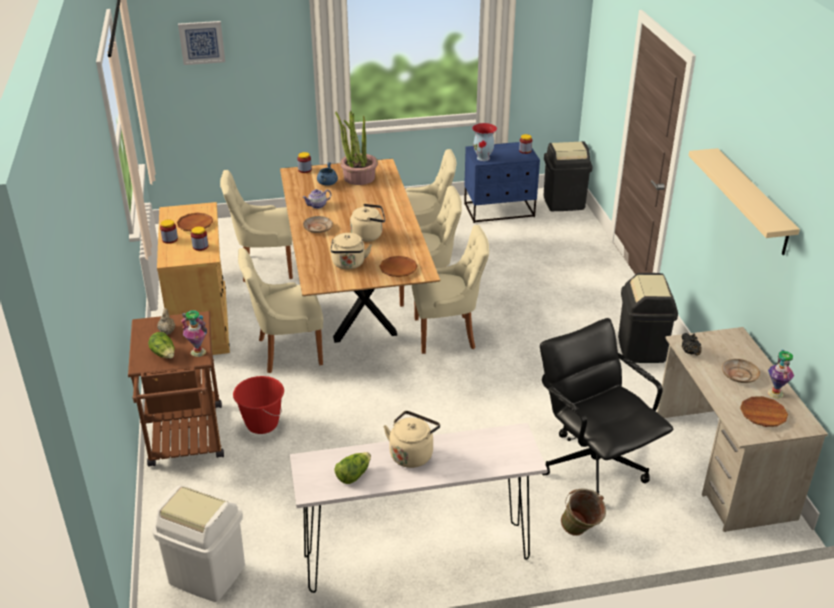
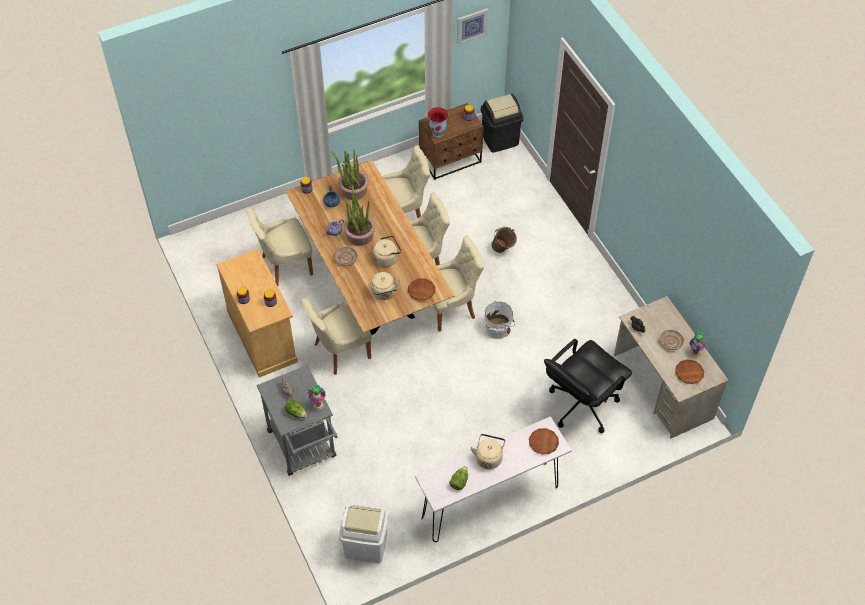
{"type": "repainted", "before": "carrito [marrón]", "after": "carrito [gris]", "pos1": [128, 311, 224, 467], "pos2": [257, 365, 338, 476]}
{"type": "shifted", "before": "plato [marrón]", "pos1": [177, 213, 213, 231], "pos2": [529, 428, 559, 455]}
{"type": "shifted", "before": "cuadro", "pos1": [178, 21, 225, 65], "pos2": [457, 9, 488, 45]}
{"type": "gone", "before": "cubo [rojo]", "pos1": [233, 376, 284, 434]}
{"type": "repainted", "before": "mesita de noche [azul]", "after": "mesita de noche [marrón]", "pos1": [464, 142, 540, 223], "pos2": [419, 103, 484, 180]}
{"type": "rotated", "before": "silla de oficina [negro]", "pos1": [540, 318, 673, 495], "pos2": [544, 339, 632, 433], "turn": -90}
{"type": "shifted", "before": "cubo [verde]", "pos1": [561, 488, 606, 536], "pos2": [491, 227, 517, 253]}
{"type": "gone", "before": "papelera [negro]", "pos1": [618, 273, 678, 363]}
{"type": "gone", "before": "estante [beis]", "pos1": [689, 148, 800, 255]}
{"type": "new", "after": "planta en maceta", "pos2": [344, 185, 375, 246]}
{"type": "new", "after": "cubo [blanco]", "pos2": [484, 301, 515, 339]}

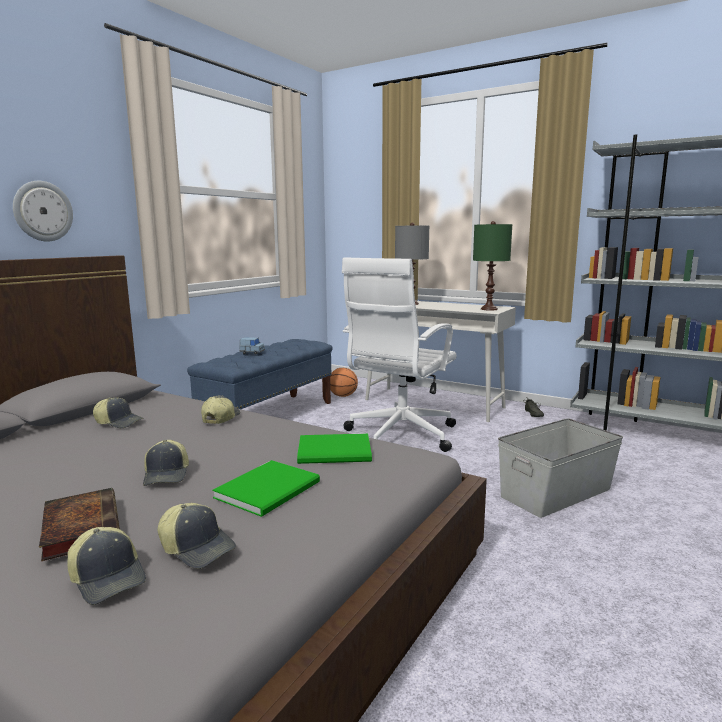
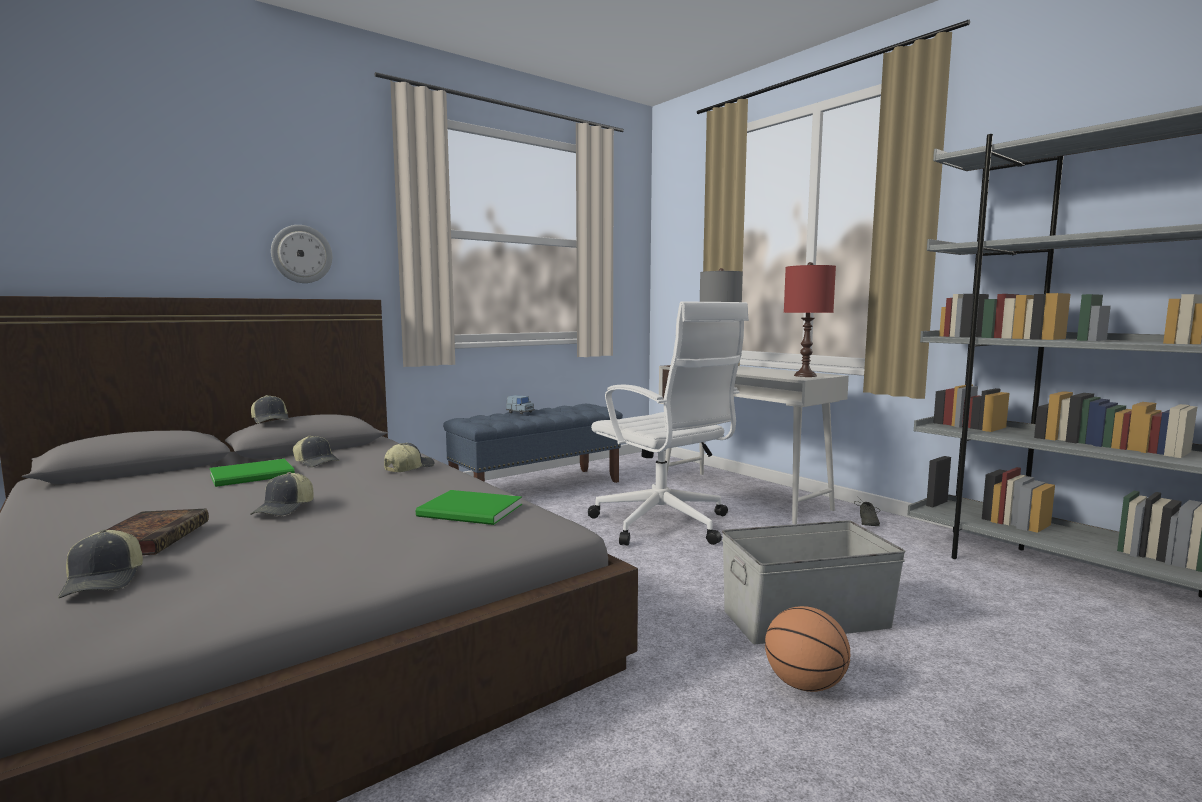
{"type": "shifted", "before": "gorra", "pos1": [157, 503, 236, 569], "pos2": [251, 395, 289, 423]}
{"type": "shifted", "before": "libro [verde]", "pos1": [212, 460, 320, 517], "pos2": [209, 459, 295, 487]}
{"type": "shifted", "before": "balón de baloncesto", "pos1": [330, 368, 358, 397], "pos2": [765, 606, 851, 692]}
{"type": "rotated", "before": "silla de oficina [blanco]", "pos1": [342, 258, 457, 452], "pos2": [588, 301, 749, 546], "turn": -90}
{"type": "repainted", "before": "lámpara de mesa [verde]", "after": "lámpara de mesa [rojo]", "pos1": [473, 221, 512, 311], "pos2": [784, 262, 836, 377]}

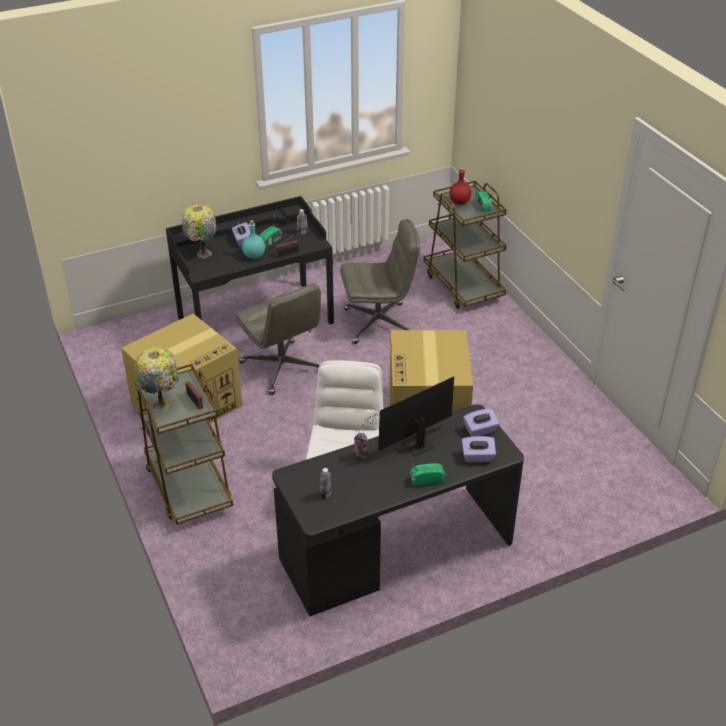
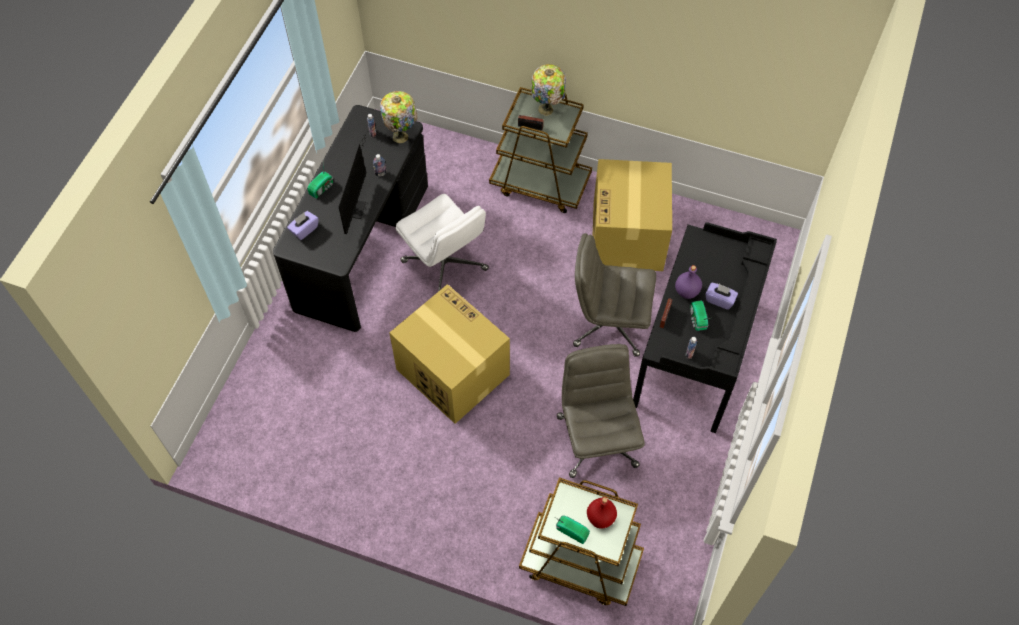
{"type": "shifted", "before": "lámpara de mesa", "pos1": [182, 204, 216, 258], "pos2": [380, 91, 417, 143]}
{"type": "repainted", "before": "botella [turquesa]", "after": "botella [morado]", "pos1": [242, 220, 265, 259], "pos2": [675, 265, 702, 299]}
{"type": "rotated", "before": "silla de oficina [gris]", "pos1": [340, 219, 420, 344], "pos2": [557, 344, 645, 478], "turn": 135}
{"type": "gone", "before": "caja de pañuelos [morado]", "pos1": [463, 409, 499, 436]}

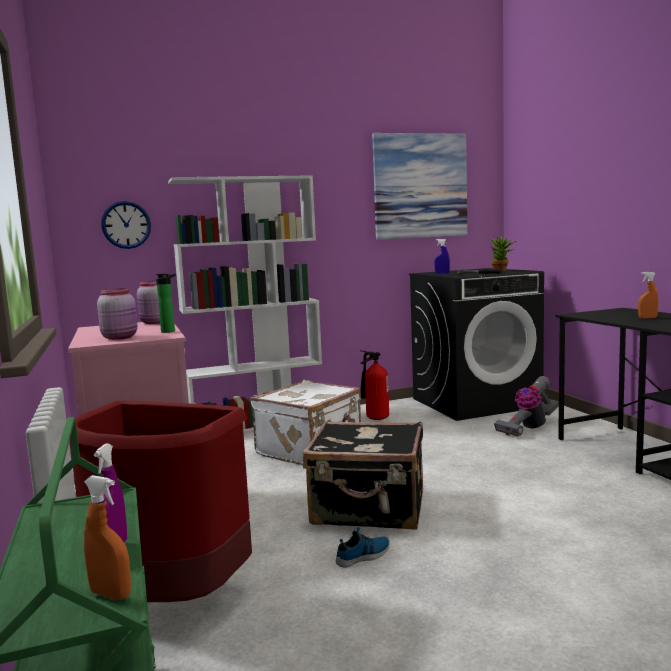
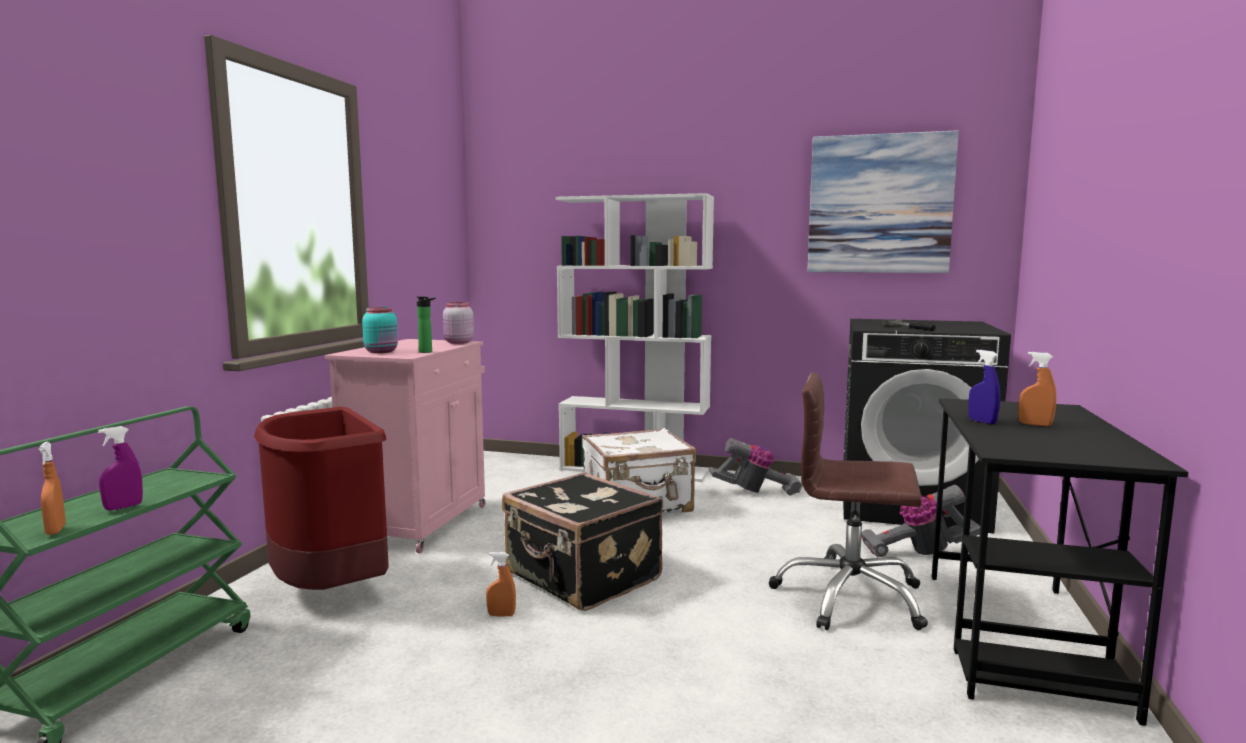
{"type": "repainted", "before": "tarro [rosa]", "after": "tarro [turquesa]", "pos1": [97, 288, 138, 340], "pos2": [362, 307, 398, 353]}
{"type": "gone", "before": "reloj de pared", "pos1": [101, 201, 151, 249]}
{"type": "swapped", "before": "zapato", "after": "pulverizador [naranja]", "pos1": [336, 527, 390, 567], "pos2": [486, 552, 516, 616]}
{"type": "swapped", "before": "extintor", "after": "aspiradora", "pos1": [360, 350, 389, 420], "pos2": [709, 438, 803, 495]}
{"type": "shifted", "before": "pulverizador [azul]", "pos1": [434, 239, 450, 274], "pos2": [968, 350, 1000, 424]}
{"type": "gone", "before": "planta en maceta", "pos1": [490, 236, 516, 272]}
{"type": "new", "after": "silla de oficina [marrón]", "pos2": [769, 372, 928, 630]}

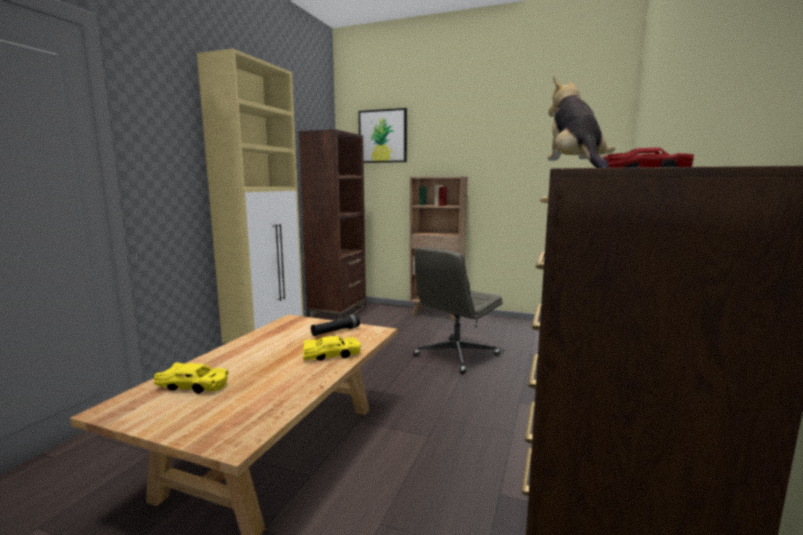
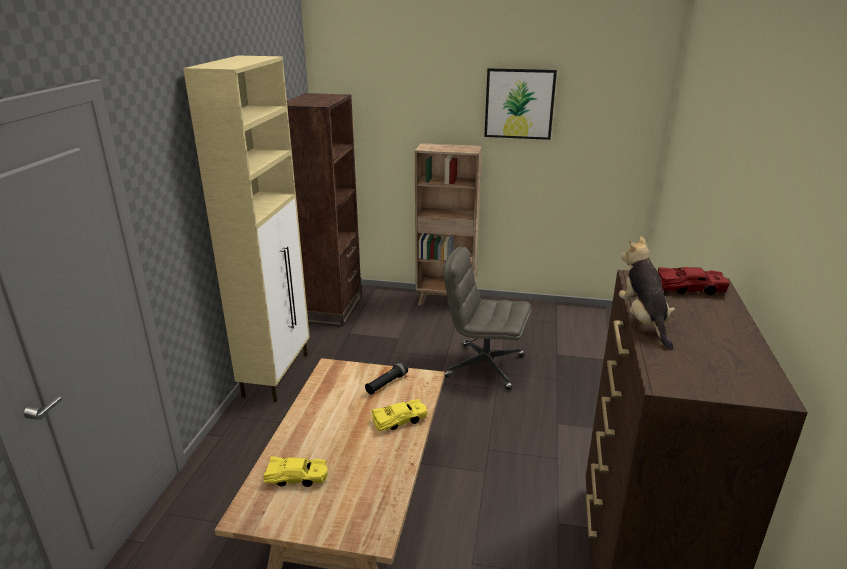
{"type": "shifted", "before": "cuadro", "pos1": [358, 108, 407, 163], "pos2": [484, 68, 557, 140]}
{"type": "rotated", "before": "silla de oficina [gris]", "pos1": [413, 247, 503, 374], "pos2": [443, 247, 531, 390], "turn": 75}

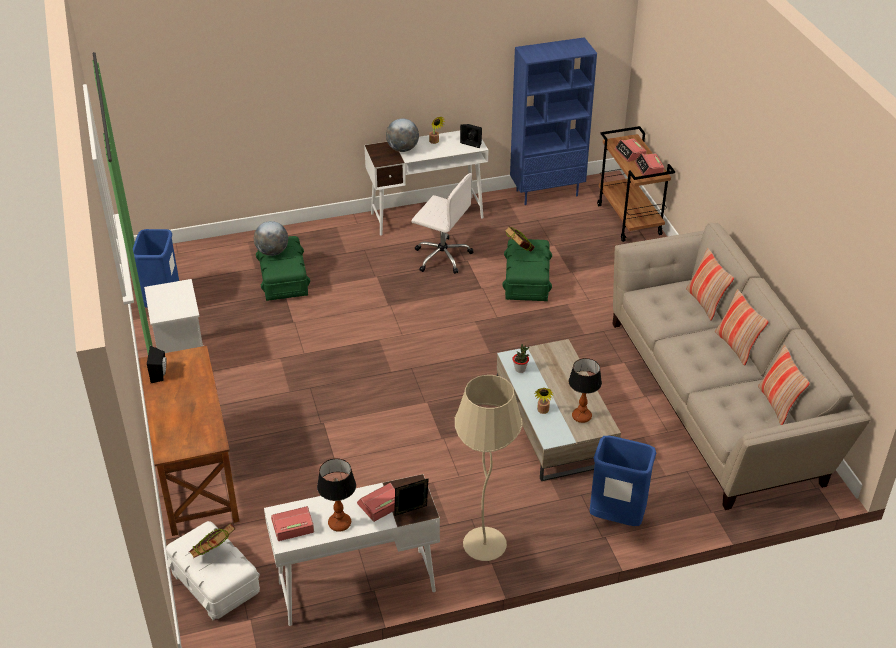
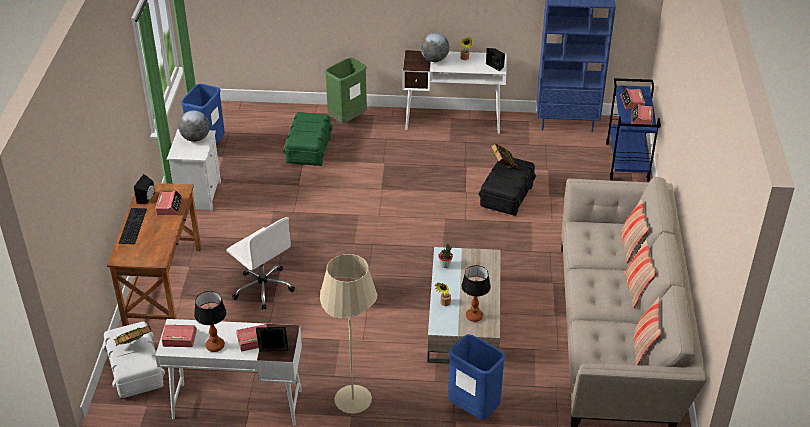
{"type": "shifted", "before": "globo terráqueo", "pos1": [254, 221, 288, 256], "pos2": [178, 111, 210, 142]}
{"type": "shifted", "before": "silla de oficina [blanco]", "pos1": [411, 173, 473, 274], "pos2": [226, 217, 295, 310]}
{"type": "repainted", "before": "caja de almacenaje [verde]", "after": "caja de almacenaje [negro]", "pos1": [502, 239, 552, 301], "pos2": [479, 158, 536, 216]}
{"type": "repainted", "before": "carrito [marrón]", "after": "carrito [azul]", "pos1": [597, 126, 675, 242], "pos2": [606, 78, 661, 181]}
{"type": "new", "after": "teclado", "pos2": [119, 208, 147, 244]}
{"type": "new", "after": "despertador", "pos2": [155, 190, 183, 215]}
{"type": "new", "after": "papelera [verde]", "pos2": [324, 58, 367, 123]}

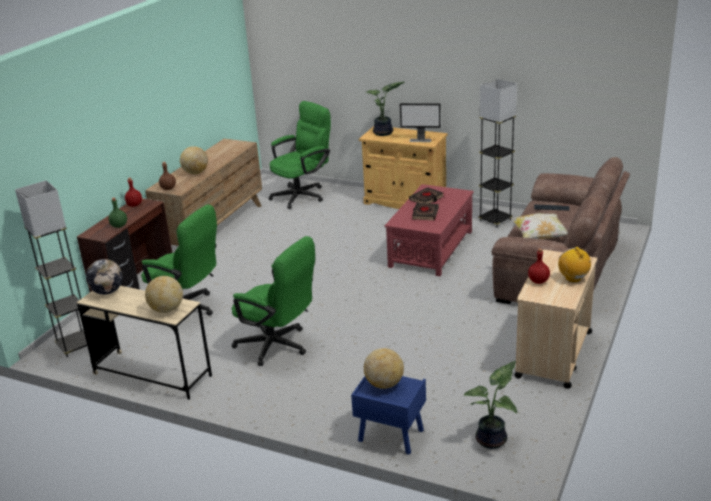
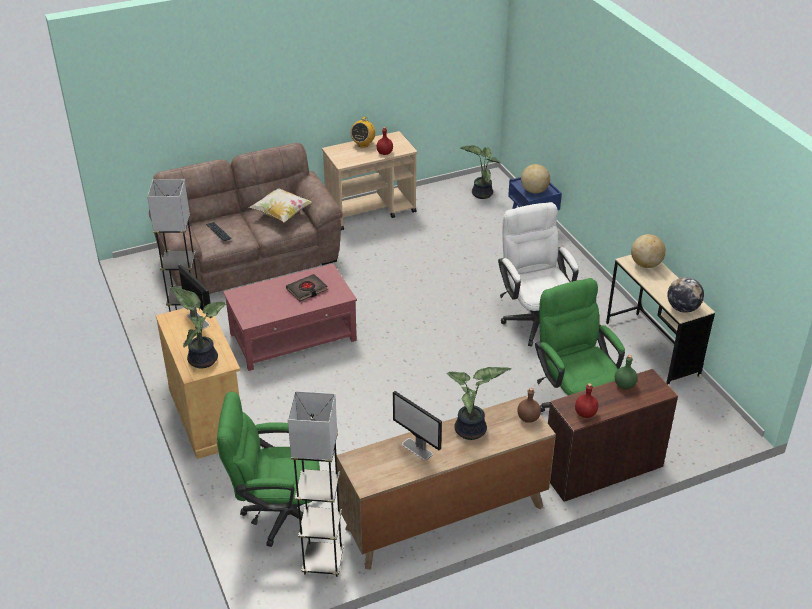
{"type": "shifted", "before": "lámpara de pie [gris]", "pos1": [15, 180, 87, 357], "pos2": [288, 391, 344, 577]}
{"type": "swapped", "before": "globo terráqueo", "after": "planta en maceta", "pos1": [180, 146, 208, 174], "pos2": [446, 367, 511, 440]}
{"type": "repainted", "before": "silla de oficina [verde]", "after": "silla de oficina [blanco]", "pos1": [231, 236, 315, 366], "pos2": [498, 202, 579, 347]}
{"type": "gone", "before": "libro [negro]", "pos1": [409, 187, 443, 204]}
{"type": "new", "after": "monitor", "pos2": [393, 391, 442, 460]}

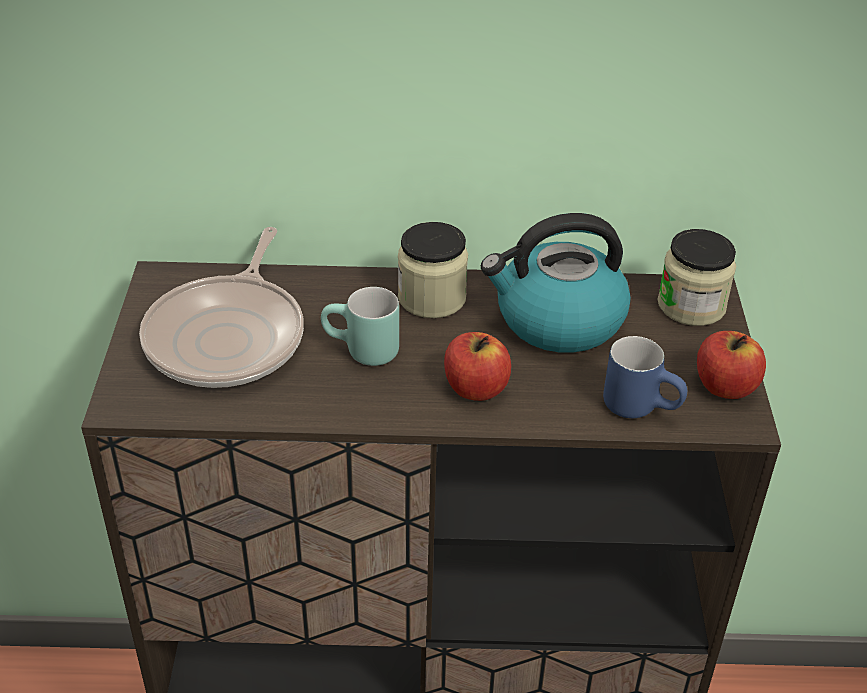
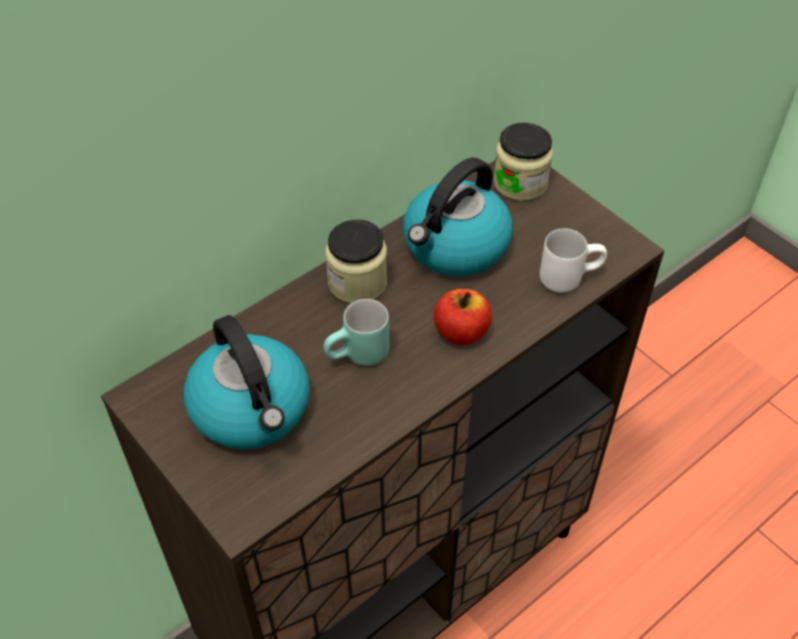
{"type": "swapped", "before": "sartén", "after": "hervidor", "pos1": [139, 227, 304, 388], "pos2": [184, 315, 310, 450]}
{"type": "repainted", "before": "taza grande [azul]", "after": "taza grande [blanco]", "pos1": [603, 336, 687, 418], "pos2": [540, 228, 607, 293]}
{"type": "gone", "before": "manzana", "pos1": [697, 331, 766, 399]}

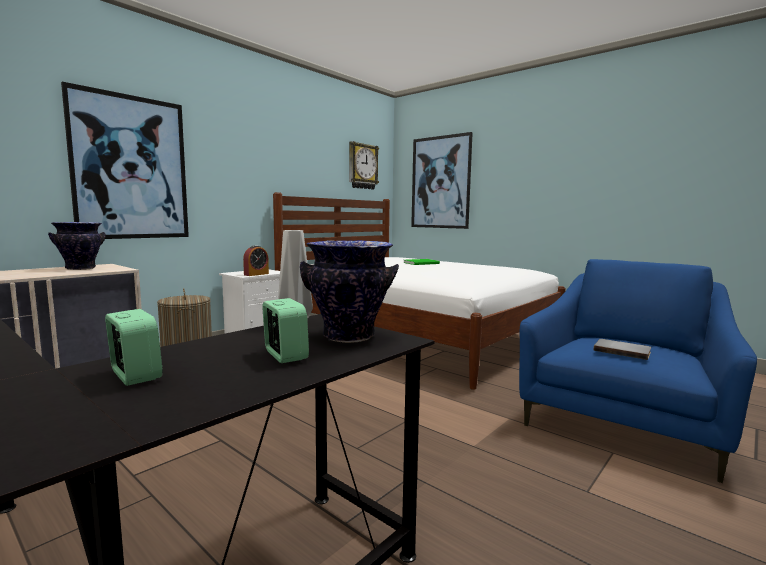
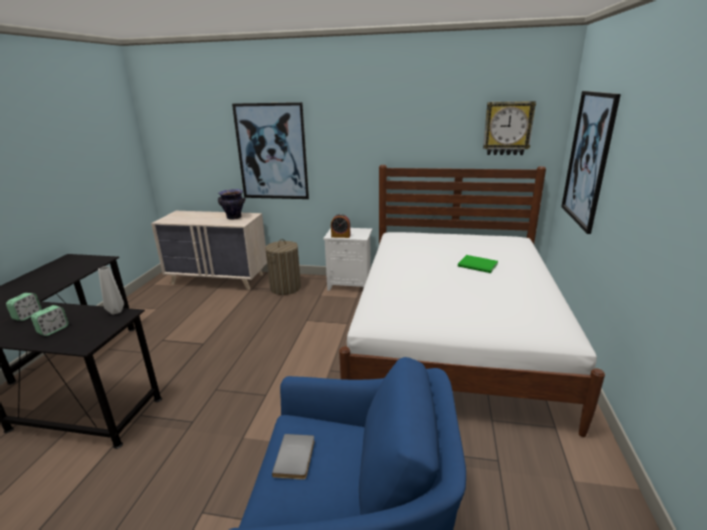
{"type": "gone", "before": "florero", "pos1": [300, 240, 399, 343]}

